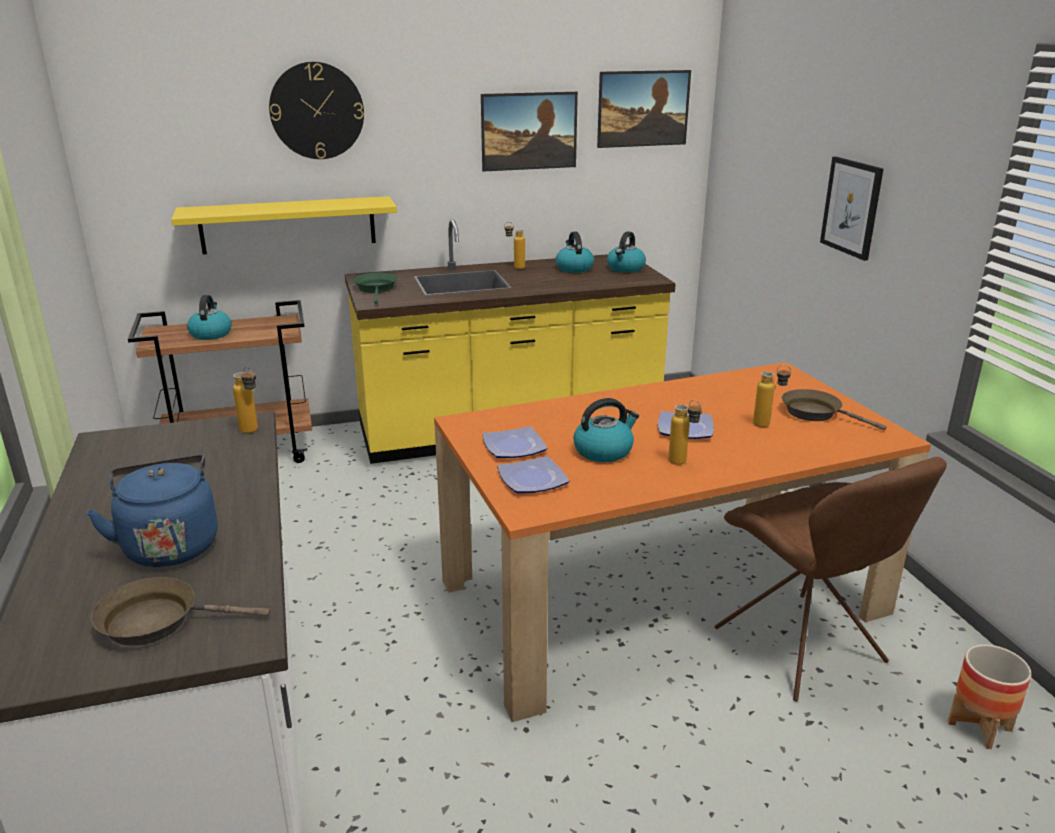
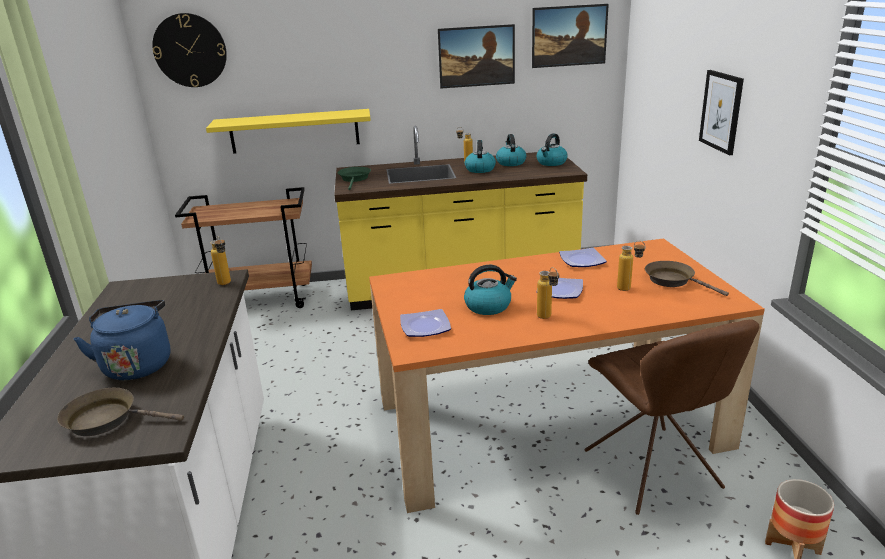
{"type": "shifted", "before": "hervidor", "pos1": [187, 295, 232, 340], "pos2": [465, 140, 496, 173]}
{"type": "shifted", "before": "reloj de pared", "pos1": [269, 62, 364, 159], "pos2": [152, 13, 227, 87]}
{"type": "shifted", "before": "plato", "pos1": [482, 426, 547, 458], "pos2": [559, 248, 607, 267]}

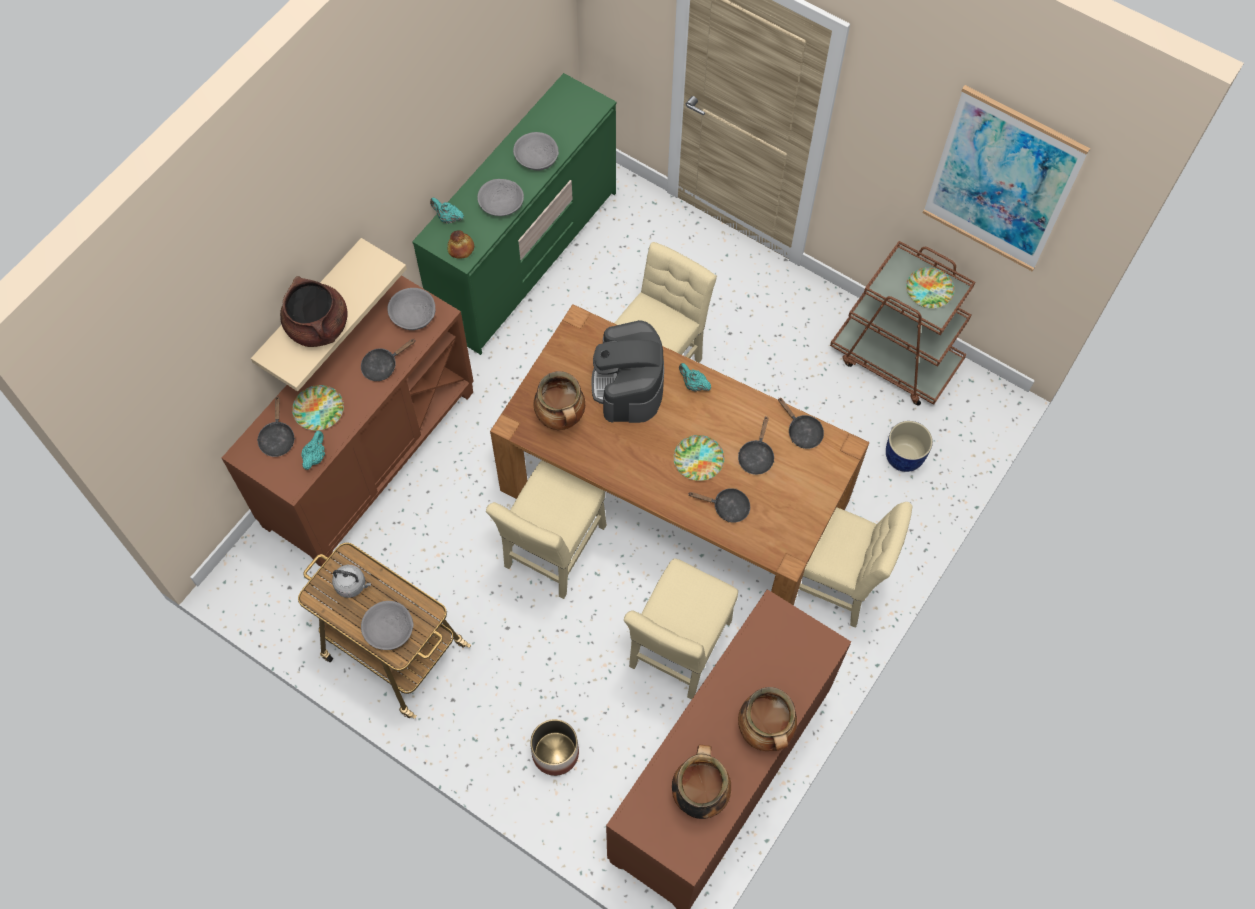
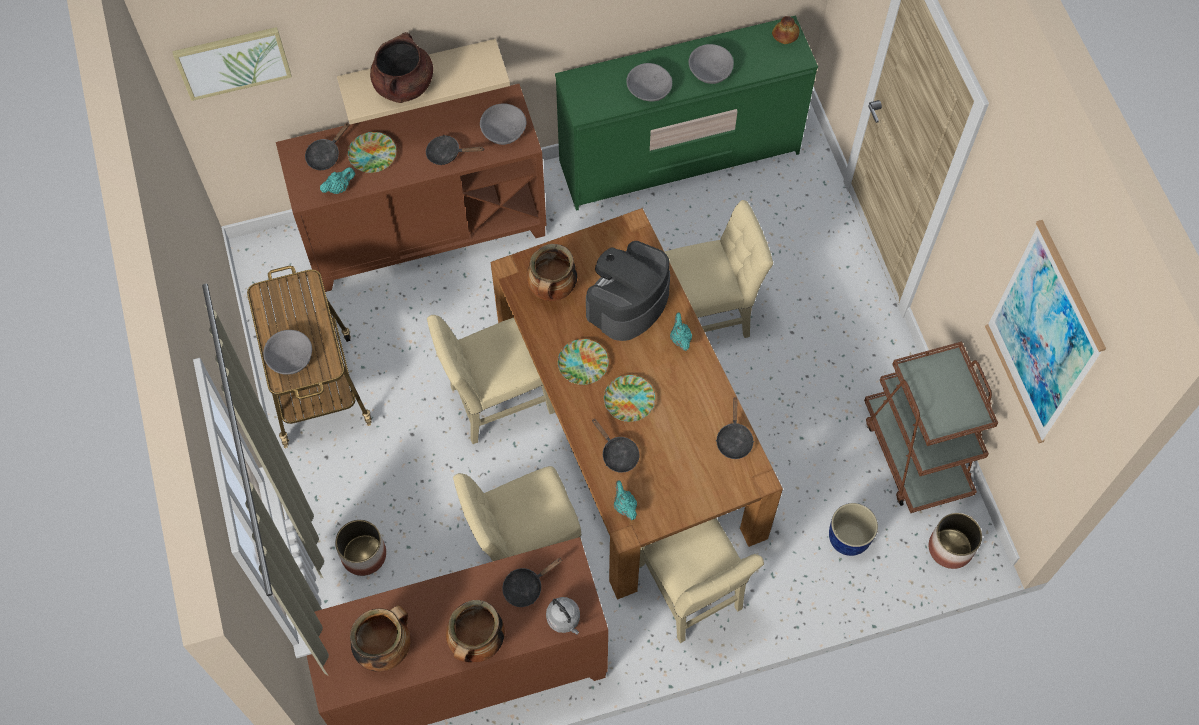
{"type": "shifted", "before": "hervidor [gris]", "pos1": [332, 565, 371, 598], "pos2": [546, 597, 580, 635]}
{"type": "shifted", "before": "tetera [turquesa]", "pos1": [430, 198, 464, 224], "pos2": [614, 480, 637, 520]}
{"type": "shifted", "before": "pan", "pos1": [447, 230, 474, 259], "pos2": [772, 16, 800, 44]}
{"type": "shifted", "before": "sartén [negro]", "pos1": [738, 417, 774, 475], "pos2": [502, 558, 563, 607]}
{"type": "shifted", "before": "plato", "pos1": [906, 267, 955, 308], "pos2": [558, 339, 609, 385]}
{"type": "new", "after": "cuadro", "pos2": [172, 27, 292, 101]}
{"type": "new", "after": "maceta", "pos2": [929, 513, 982, 569]}

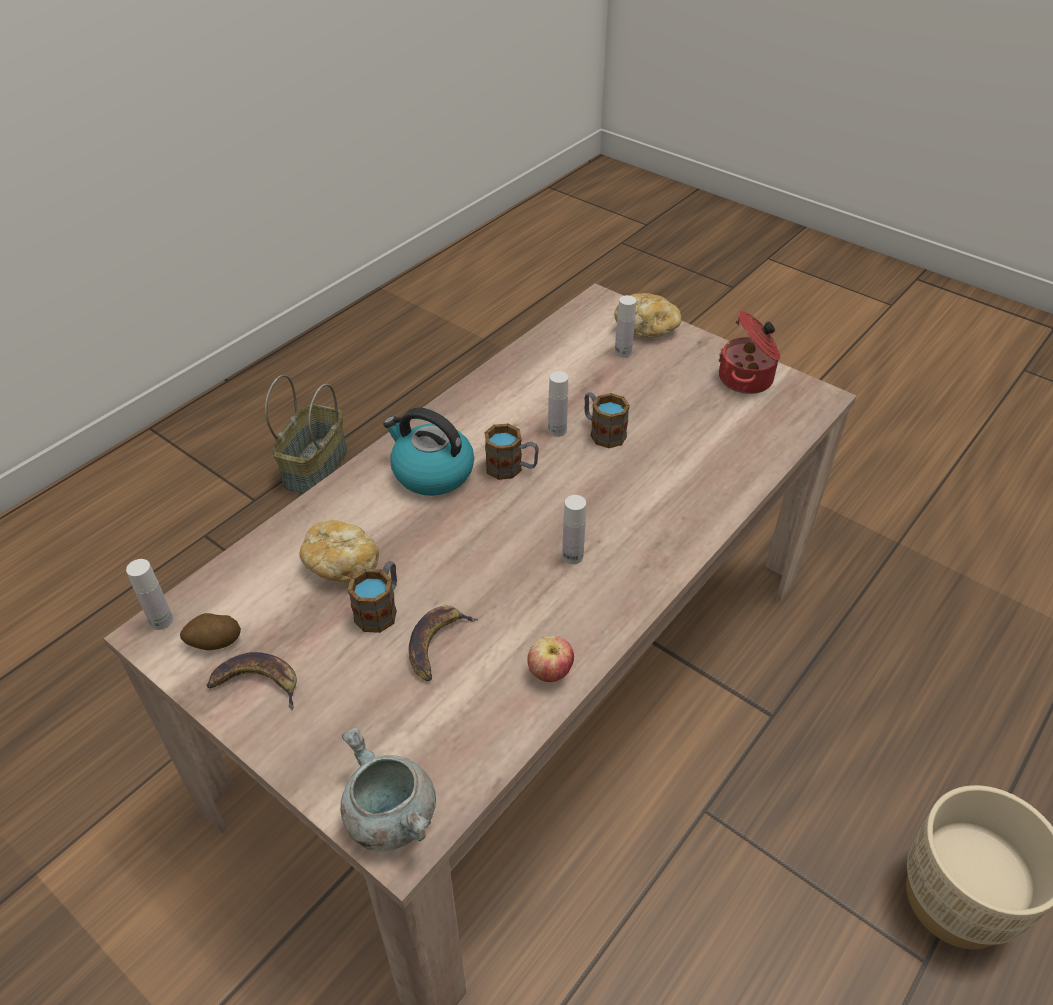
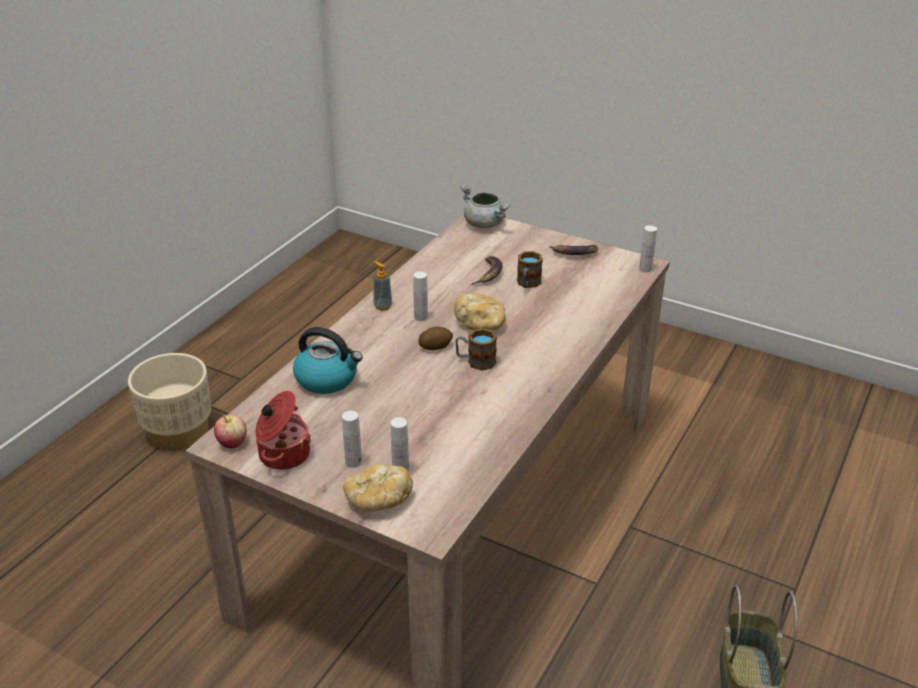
{"type": "shifted", "before": "patata", "pos1": [180, 613, 241, 650], "pos2": [419, 326, 453, 350]}
{"type": "shifted", "before": "pan", "pos1": [299, 520, 379, 583], "pos2": [454, 293, 506, 331]}
{"type": "shifted", "before": "hervidor", "pos1": [383, 407, 474, 496], "pos2": [293, 327, 363, 394]}
{"type": "shifted", "before": "manzana", "pos1": [527, 635, 574, 682], "pos2": [214, 415, 247, 448]}
{"type": "shifted", "before": "botella [blanco]", "pos1": [548, 371, 568, 437], "pos2": [342, 411, 362, 468]}
{"type": "gone", "before": "taza grande", "pos1": [584, 392, 630, 448]}
{"type": "new", "after": "dispensador de jabón", "pos2": [374, 261, 392, 311]}

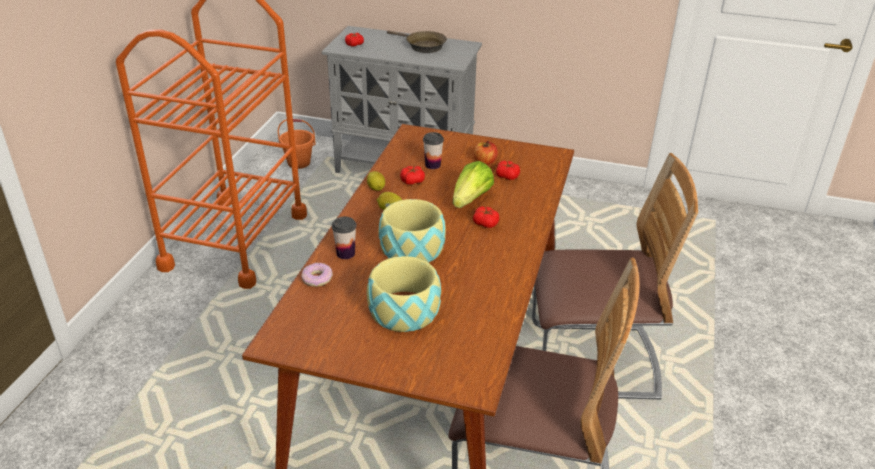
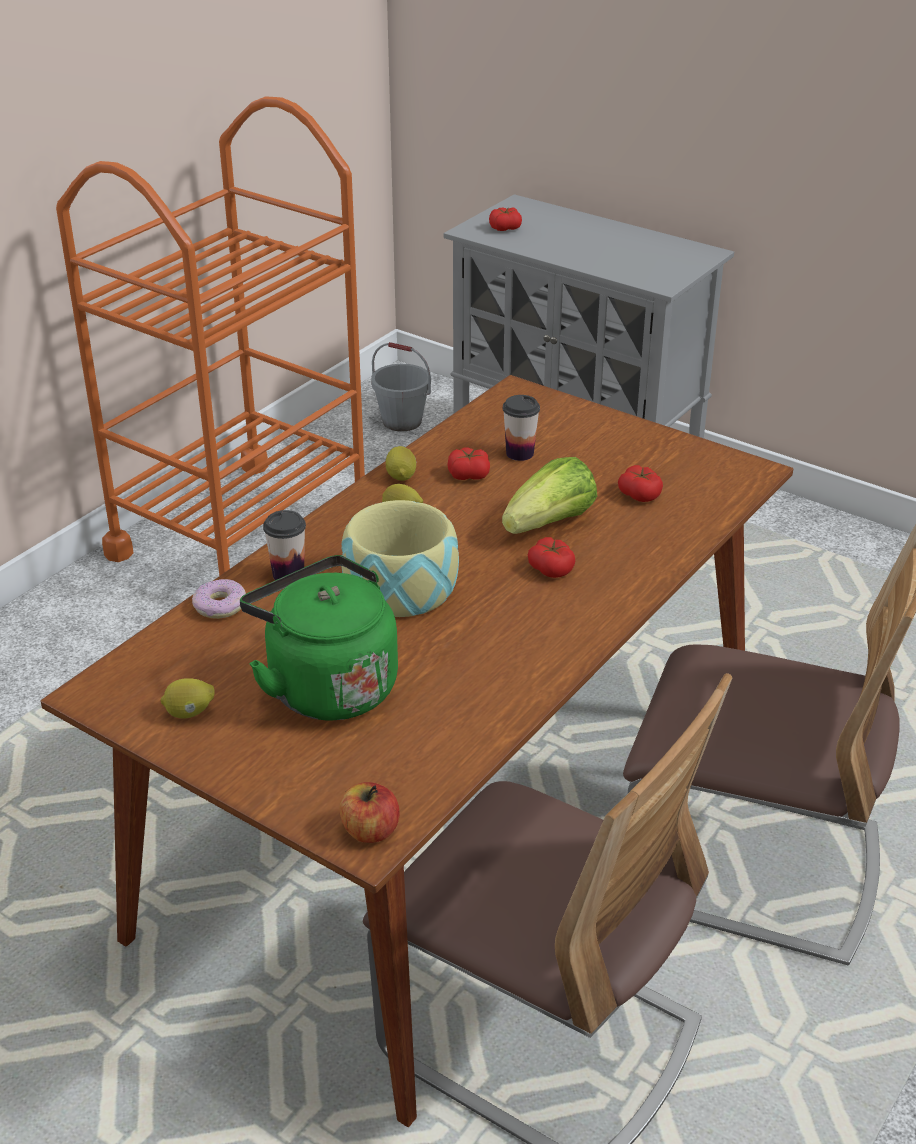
{"type": "repainted", "before": "cubo [naranja]", "after": "cubo [gris]", "pos1": [278, 119, 316, 169], "pos2": [371, 342, 431, 431]}
{"type": "swapped", "before": "cuenco", "after": "hervidor [verde]", "pos1": [367, 256, 441, 332], "pos2": [240, 555, 398, 721]}
{"type": "gone", "before": "sartén [marrón]", "pos1": [387, 31, 447, 53]}
{"type": "shifted", "before": "manzana", "pos1": [474, 141, 498, 165], "pos2": [339, 782, 399, 843]}
{"type": "new", "after": "limón", "pos2": [160, 678, 214, 719]}

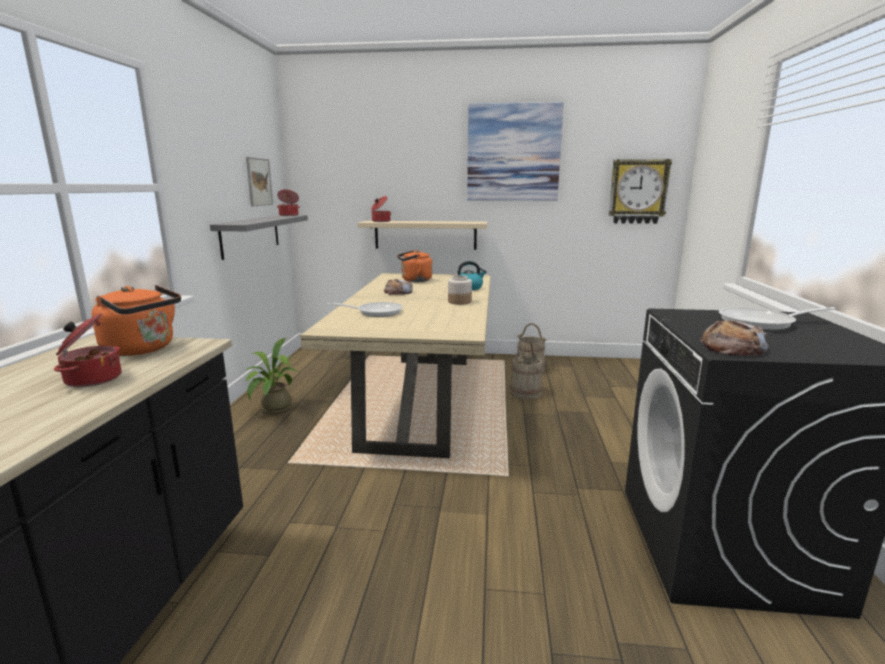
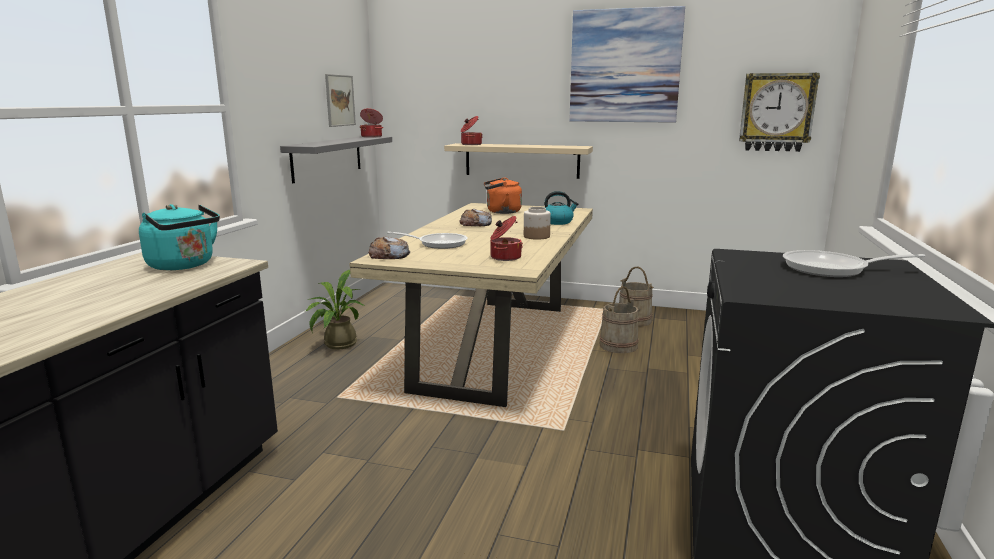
{"type": "shifted", "before": "olla", "pos1": [54, 313, 122, 387], "pos2": [490, 216, 523, 261]}
{"type": "repainted", "before": "hervidor [naranja]", "after": "hervidor [turquesa]", "pos1": [91, 285, 181, 356], "pos2": [139, 204, 220, 270]}
{"type": "shifted", "before": "pan", "pos1": [700, 320, 768, 356], "pos2": [368, 236, 410, 259]}

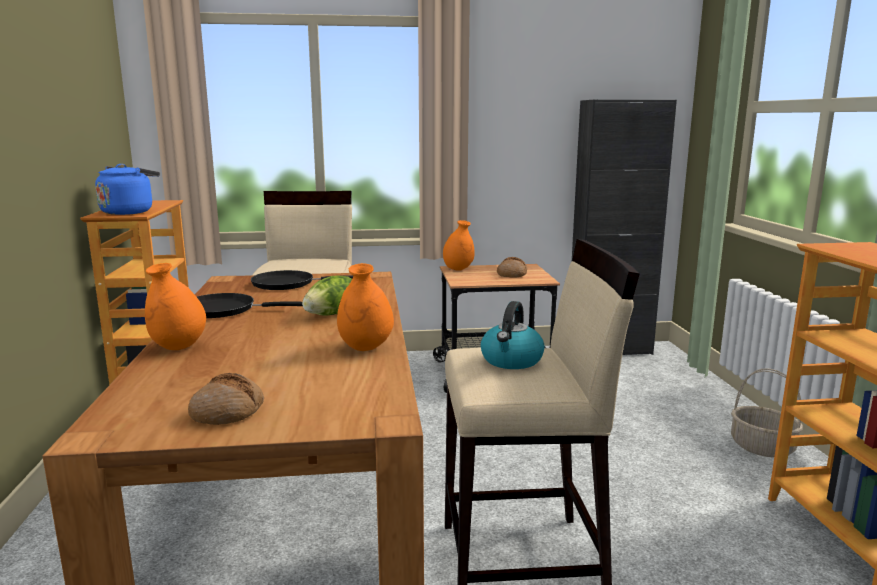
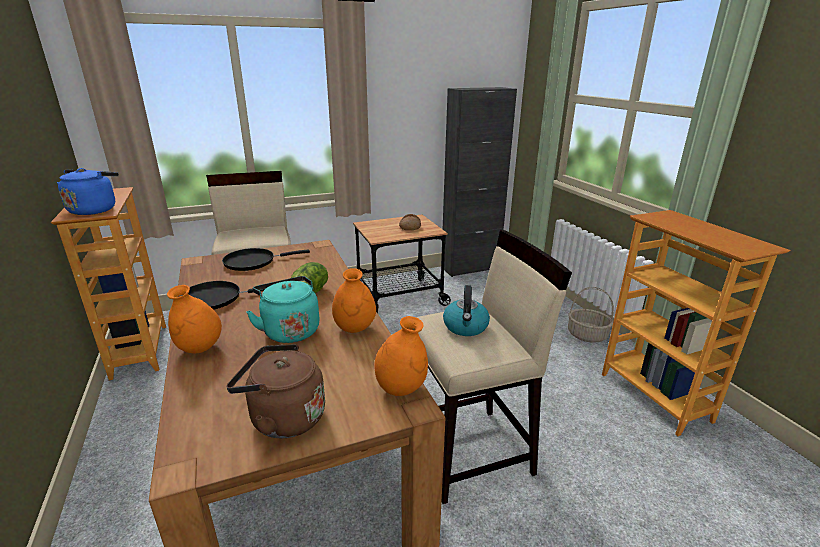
{"type": "swapped", "before": "pan", "after": "hervidor [marrón]", "pos1": [188, 373, 264, 425], "pos2": [227, 344, 325, 438]}
{"type": "shifted", "before": "florero [naranja]", "pos1": [443, 220, 474, 271], "pos2": [374, 316, 428, 396]}
{"type": "new", "after": "hervidor [turquesa]", "pos2": [246, 276, 320, 343]}

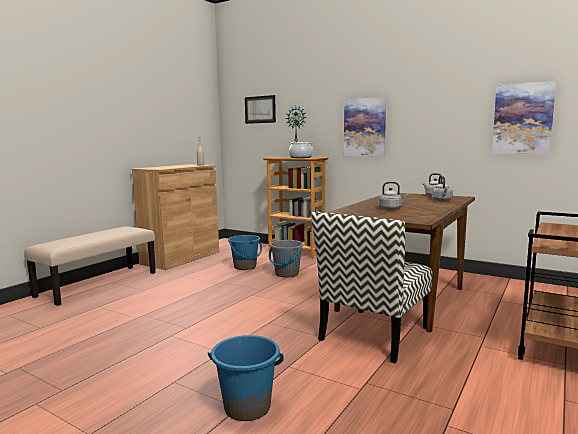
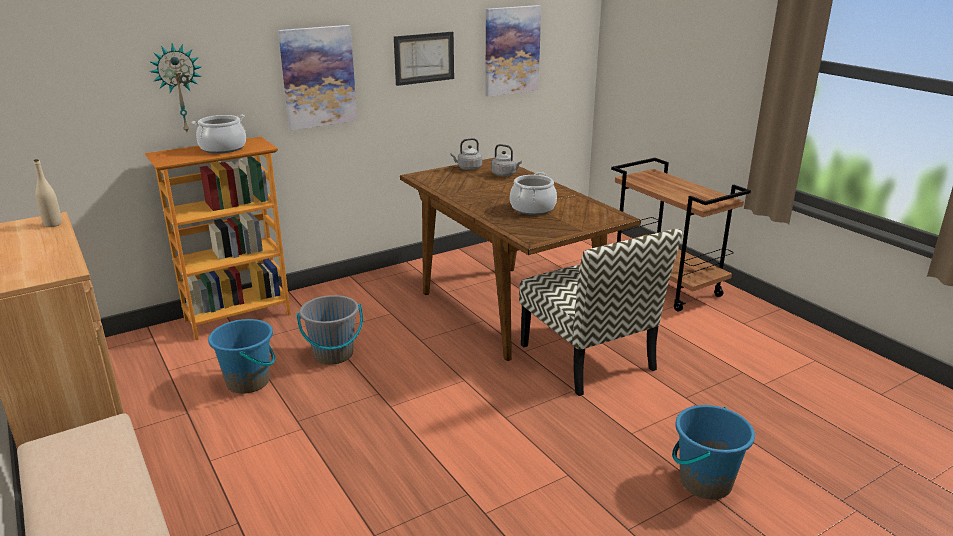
{"type": "shifted", "before": "cuadro", "pos1": [245, 95, 276, 124], "pos2": [394, 32, 454, 86]}
{"type": "swapped", "before": "hervidor [gris]", "after": "olla", "pos1": [379, 182, 409, 210], "pos2": [510, 172, 557, 215]}

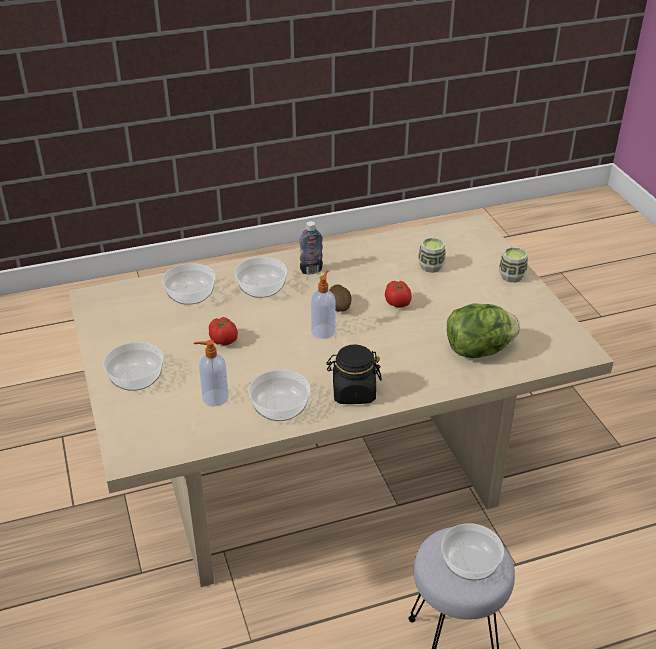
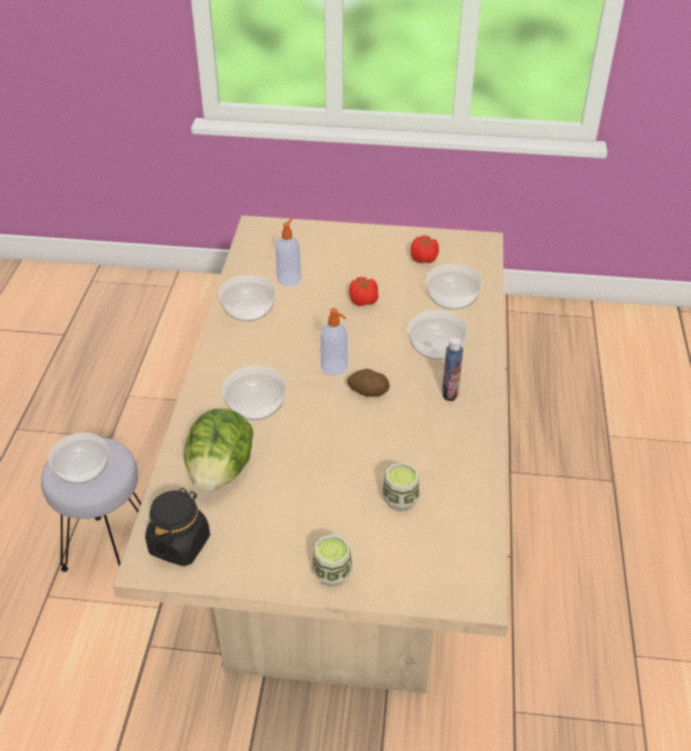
{"type": "shifted", "before": "cuenco", "pos1": [103, 342, 164, 391], "pos2": [222, 366, 287, 420]}
{"type": "shifted", "before": "tarro [negro]", "pos1": [326, 344, 382, 404], "pos2": [145, 488, 210, 566]}
{"type": "shifted", "before": "tomate", "pos1": [385, 281, 412, 308], "pos2": [411, 235, 439, 263]}

